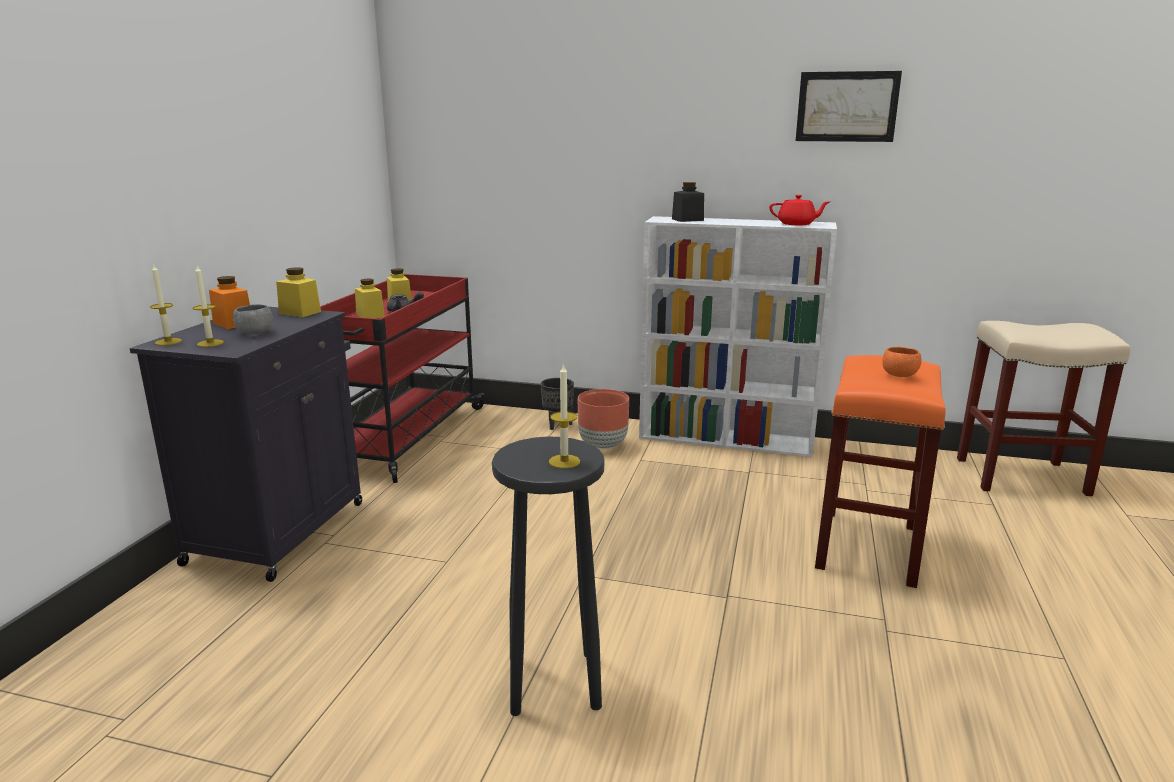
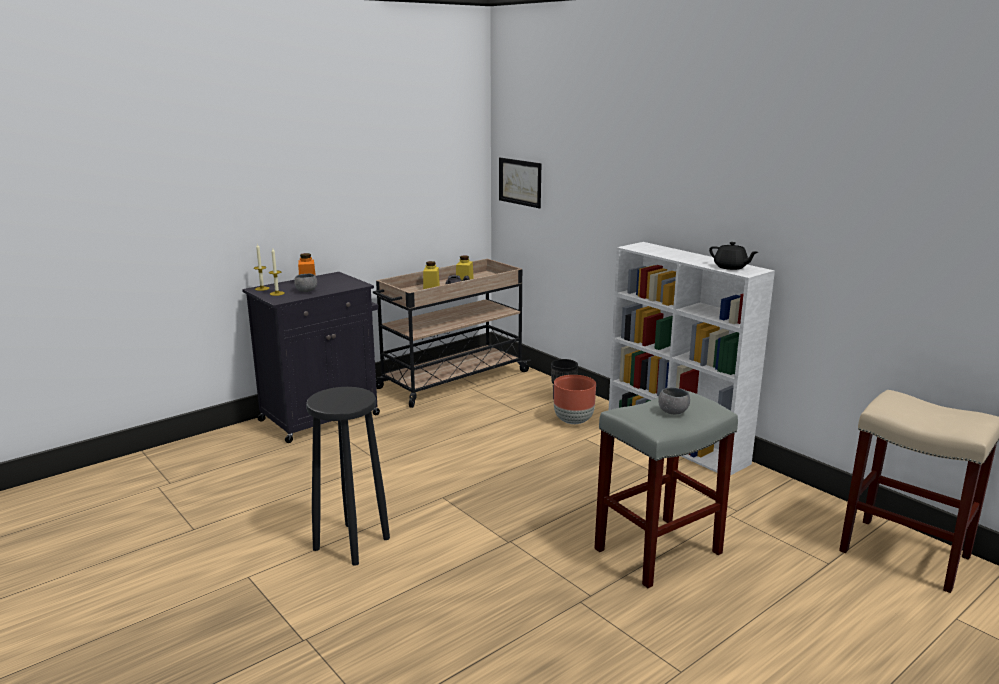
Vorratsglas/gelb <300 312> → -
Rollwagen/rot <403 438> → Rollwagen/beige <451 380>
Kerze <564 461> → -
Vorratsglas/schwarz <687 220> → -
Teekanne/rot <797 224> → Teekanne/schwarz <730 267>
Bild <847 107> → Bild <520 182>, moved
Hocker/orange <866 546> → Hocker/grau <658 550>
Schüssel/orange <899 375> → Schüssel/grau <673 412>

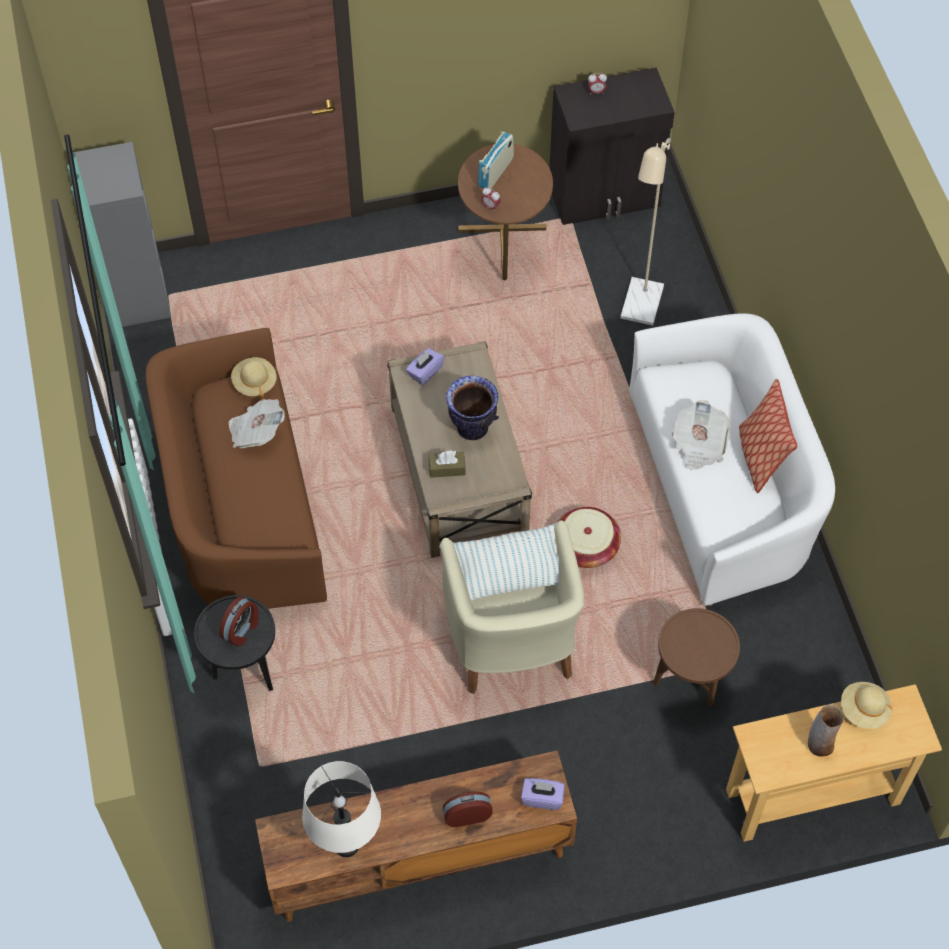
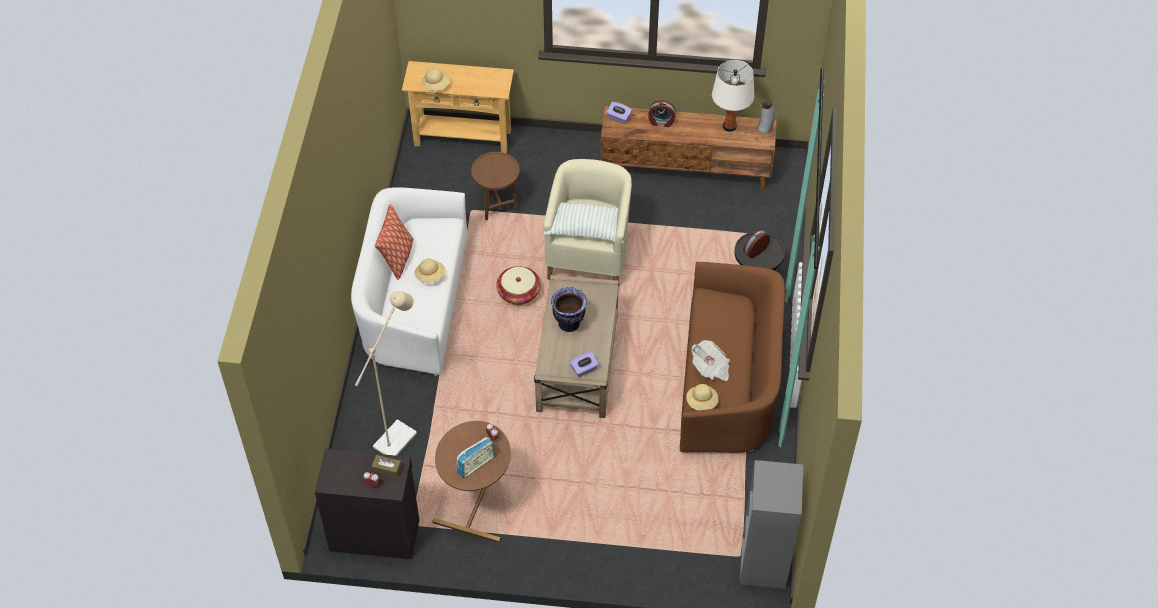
Taschentuchbox/braun <447 468> → Taschentuchbox/braun <387 469>, moved
Zeitung <699 445> → Hut/beige <430 276>
Vase <819 744> → Vase <765 128>, moved

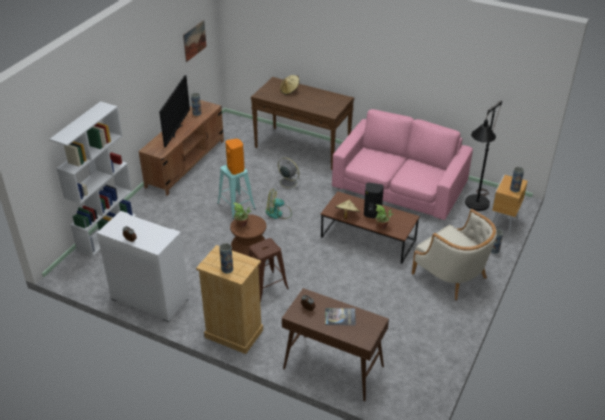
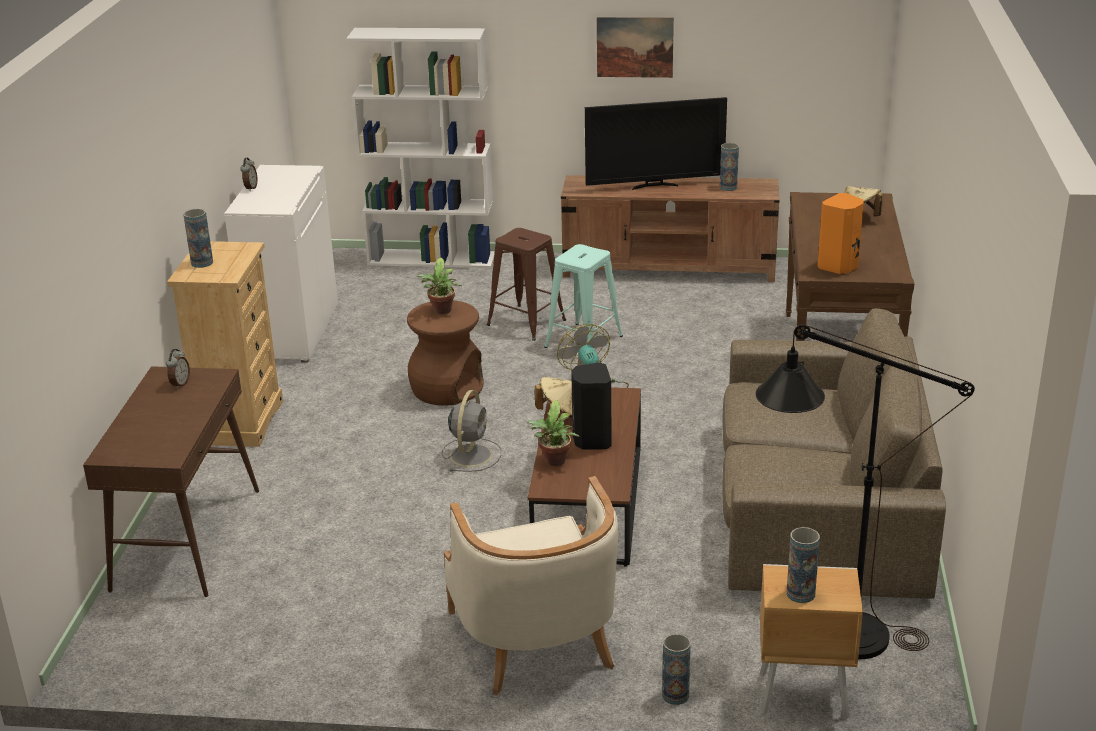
Bild <194 40> → Bild <635 47>, moved
Lautsprecher/orange <236 169> → Lautsprecher/orange <839 267>, moved
Hocker/braun <266 286> → Hocker/braun <526 322>, moved
Ventilator/grau <287 182> → Ventilator/grau <471 454>, moved
Buch <340 317> → -
Sofa/rosa <399 185> → Sofa/braun <818 506>
Sessel/beige <451 275> → Sessel/beige <535 640>, 45 degrees counterclockwise

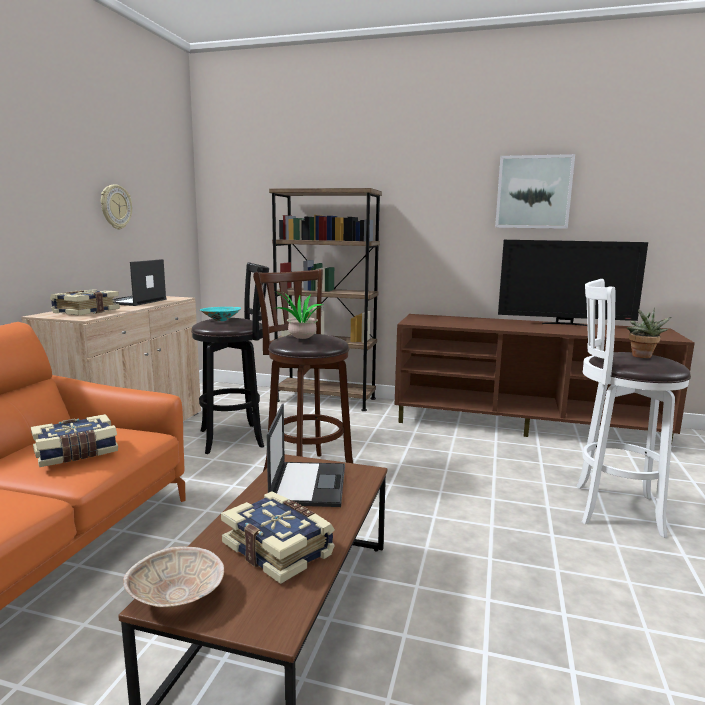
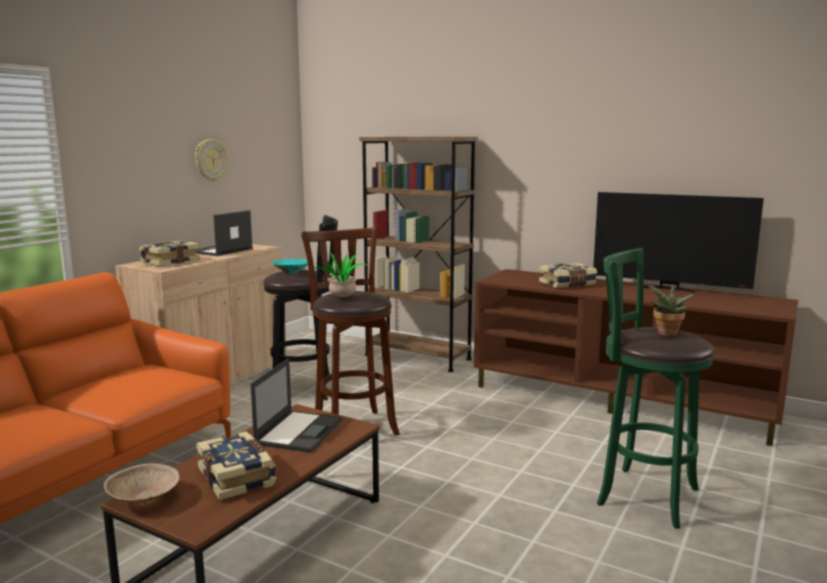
Buch <76 453> → Buch <568 284>, moved
Bild <533 192> → -
Hocker/weiß <611 508> → Hocker/grün <642 495>

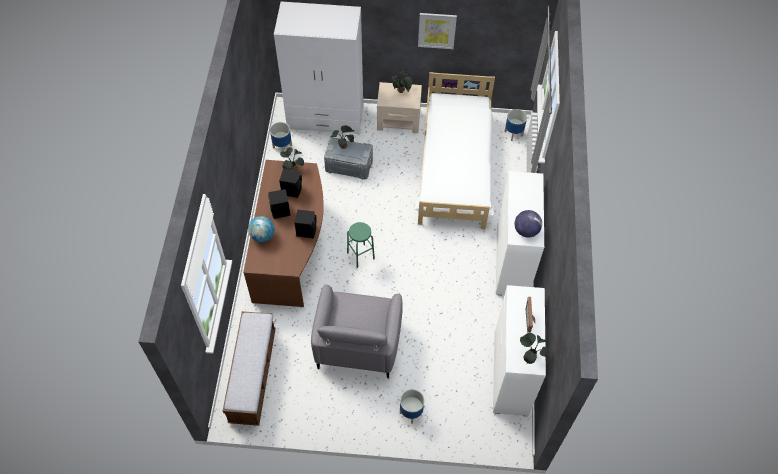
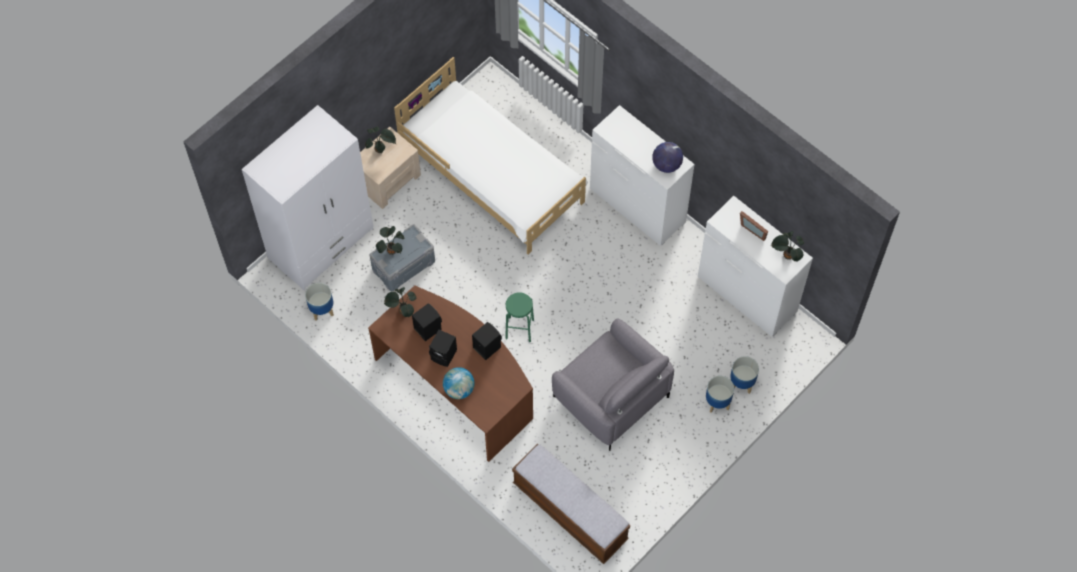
Bild <437 30> → -
Pflanzkübel <513 133> → Pflanzkübel <741 383>, moved

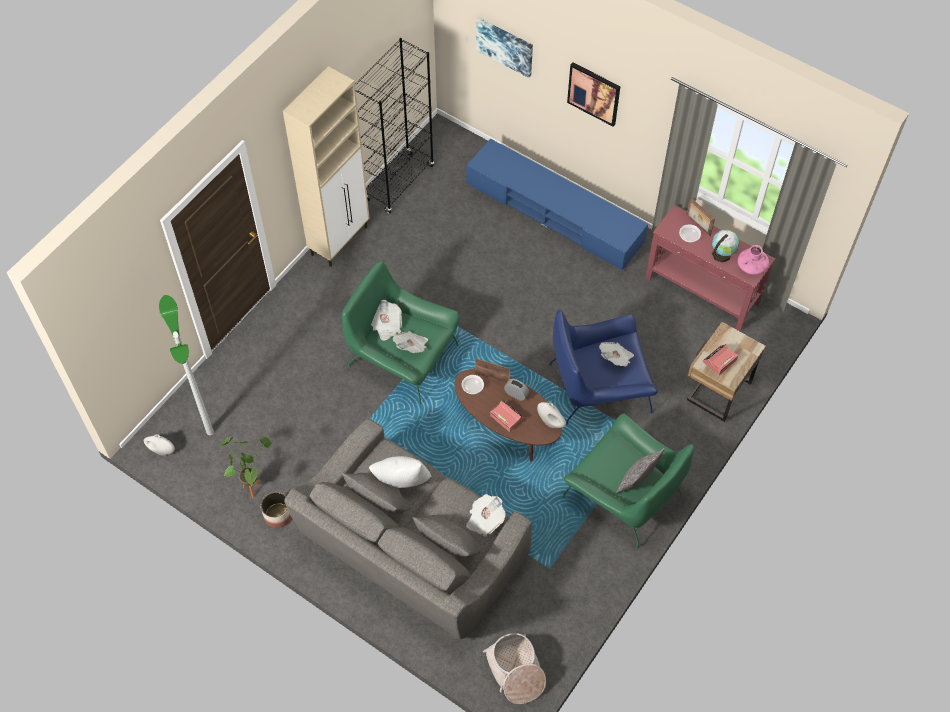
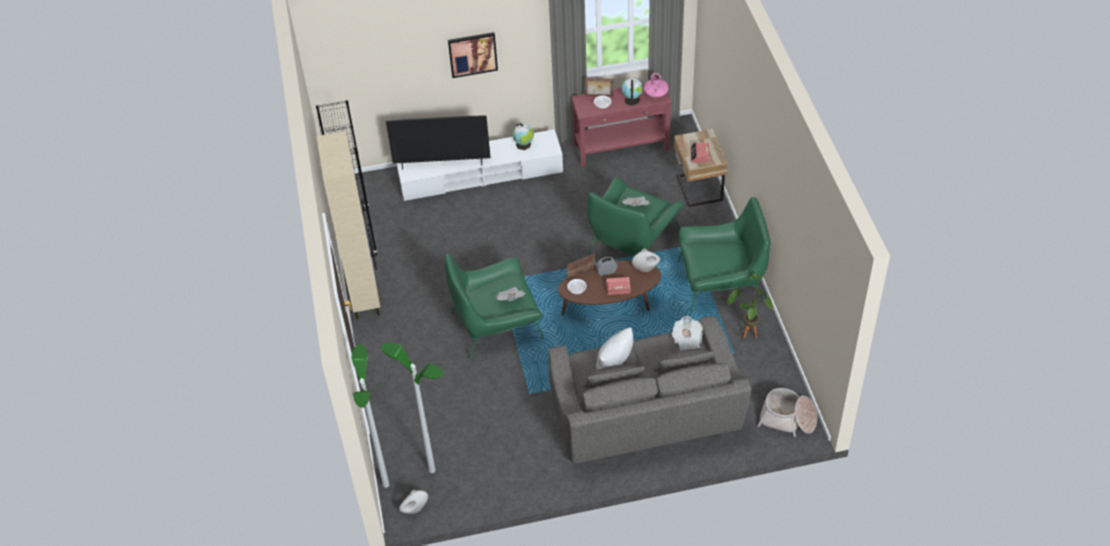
Topfpflanze <252 485> → Topfpflanze <746 332>, moved
Pflanzkübel <277 515> → -
Zeitung <386 325> → -
Fernsehschrank/blau <554 213> → Fernsehschrank/weiß <481 175>
Bild <505 46> → -
Sessel/blau <599 386> → Sessel/grün <632 241>
Kissen <637 481> → -
- → Stehlampe <385 484>
- → Fernseher <442 163>
- → Globus <524 145>

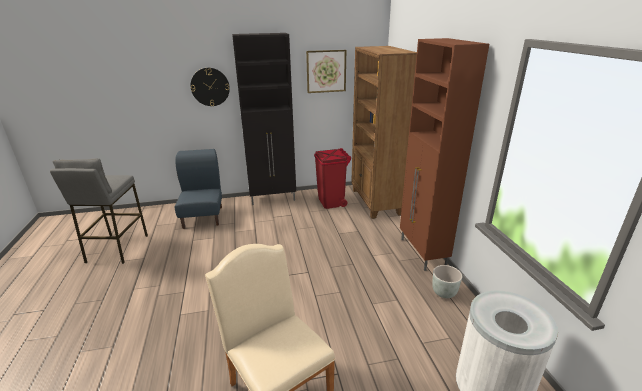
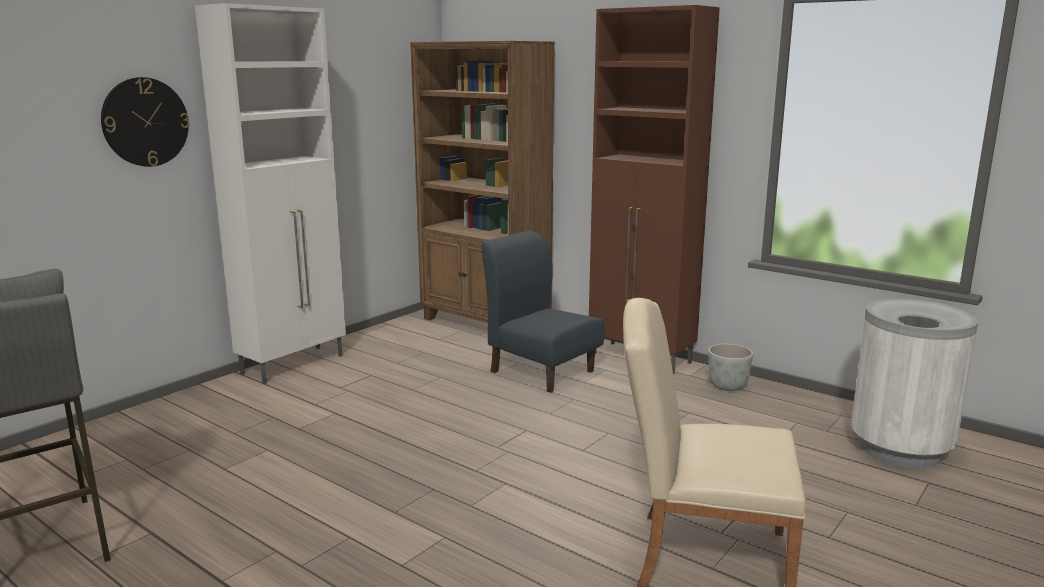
Stuhl/blau <203 217> → Stuhl/blau <541 371>, moved
Schrank/schwarz <273 198> → Schrank/weiß <294 364>
Bild <326 71> → -
Mülleimer/rot <331 201> → -

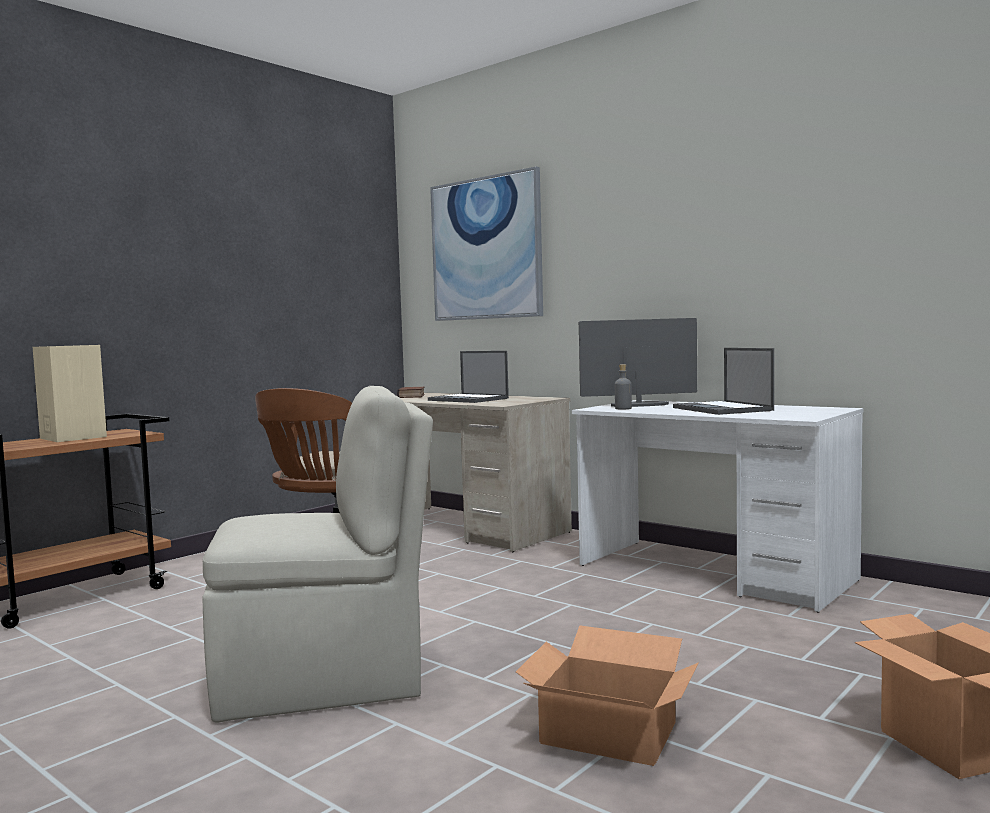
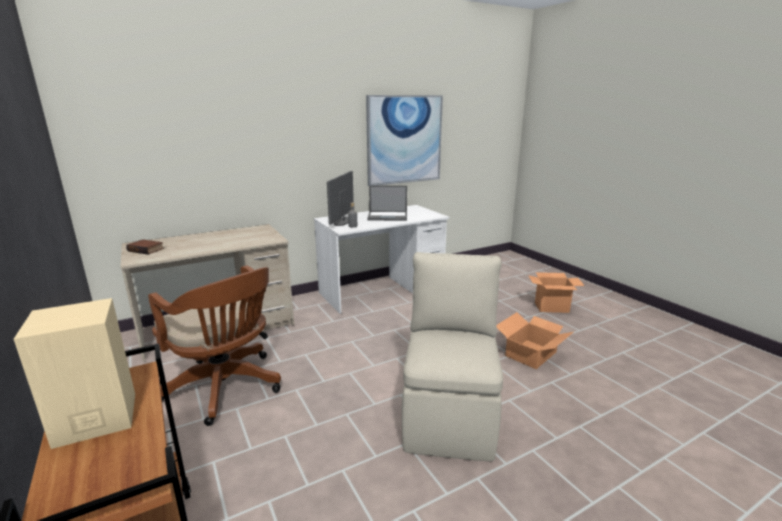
Laptop <469 399> → -
Bild <486 248> → Bild <404 140>, moved

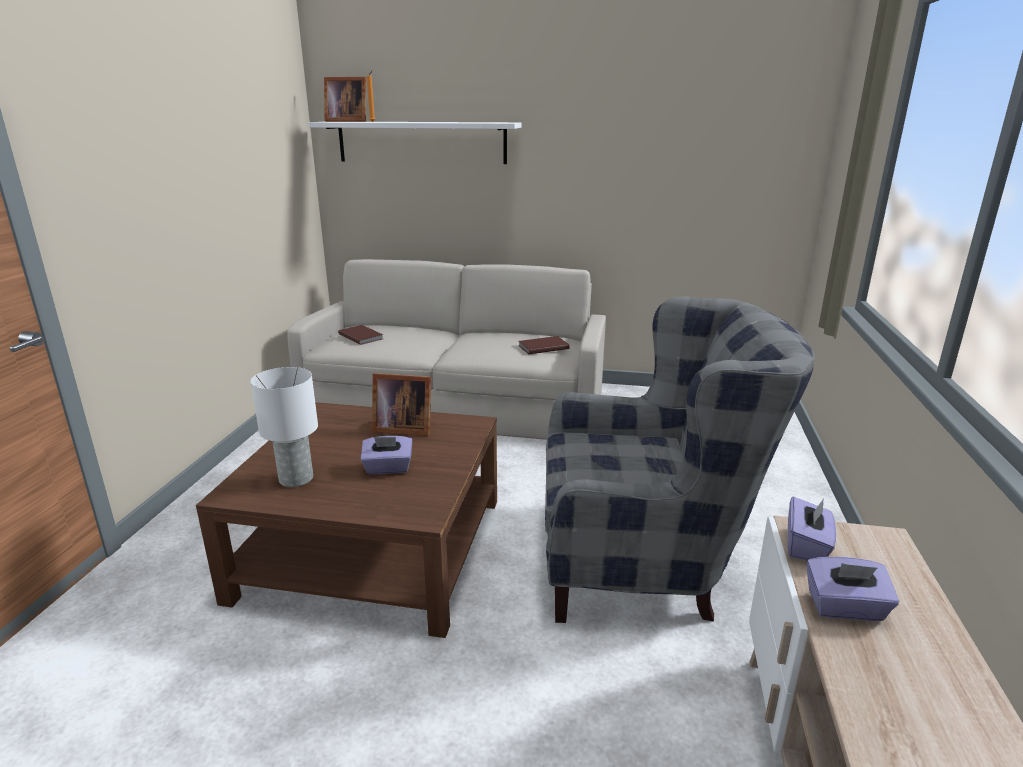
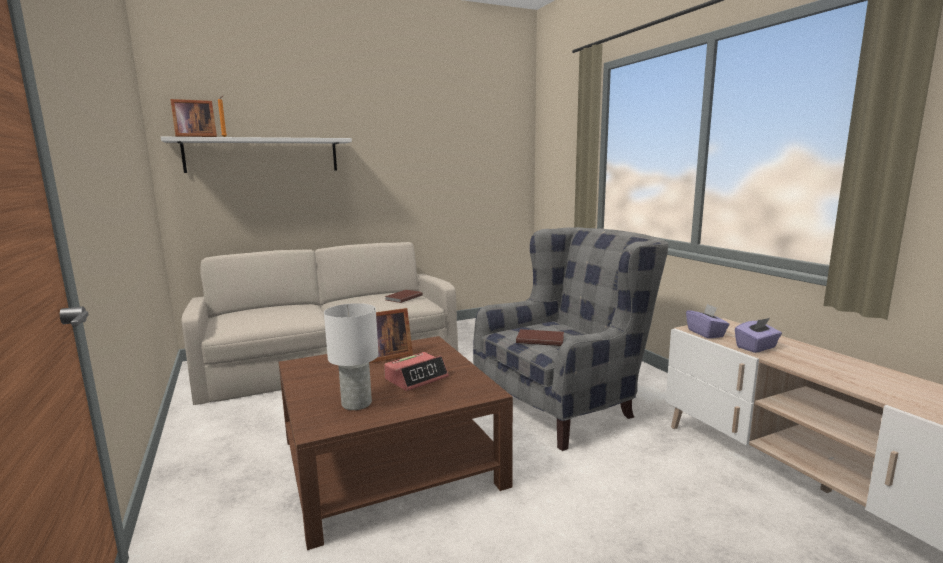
Buch/braun <361 336> → Buch/braun <539 339>, moved
Taschentuchbox/lila <388 468> → Wecker <416 378>

